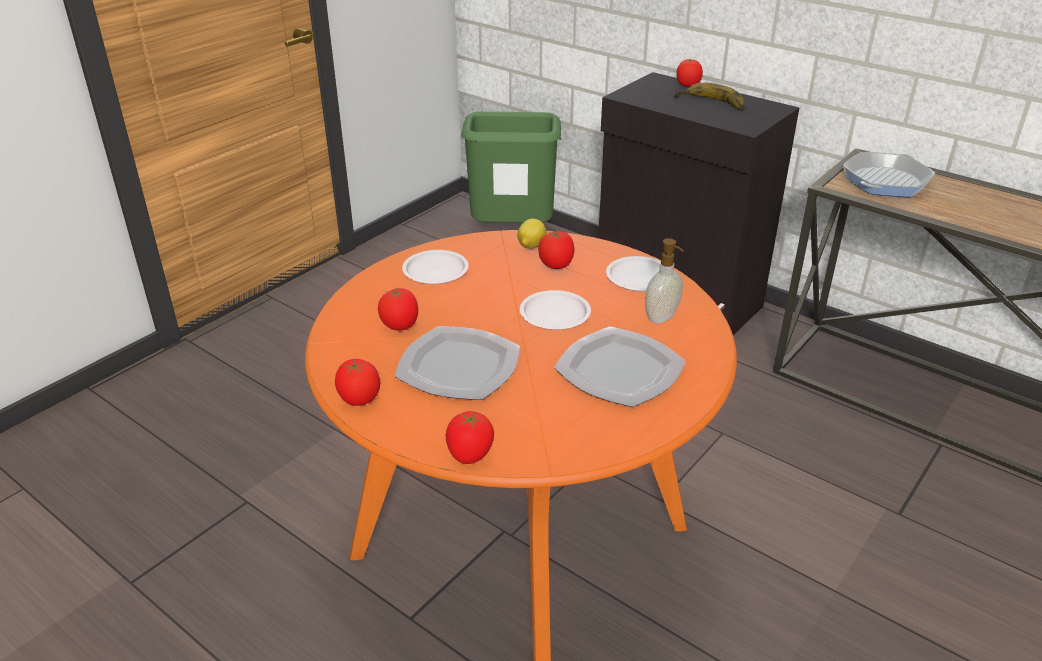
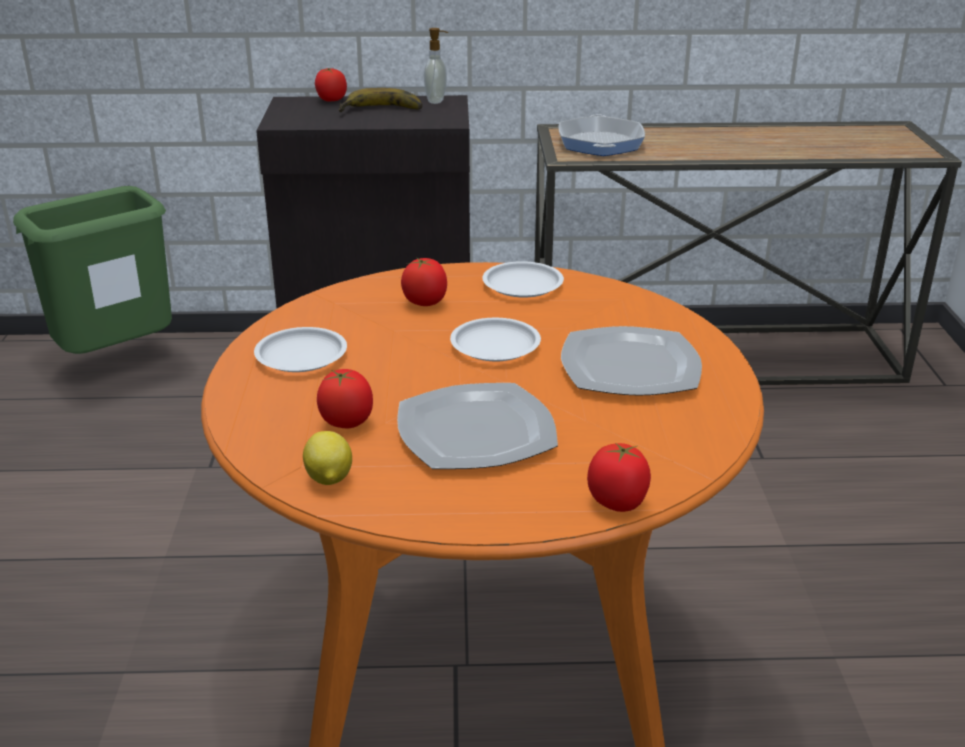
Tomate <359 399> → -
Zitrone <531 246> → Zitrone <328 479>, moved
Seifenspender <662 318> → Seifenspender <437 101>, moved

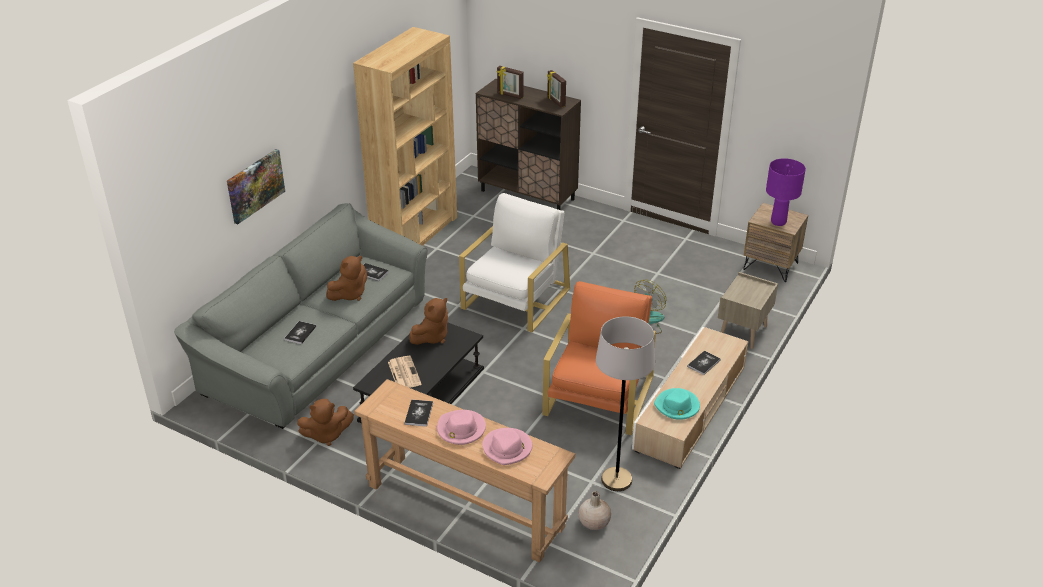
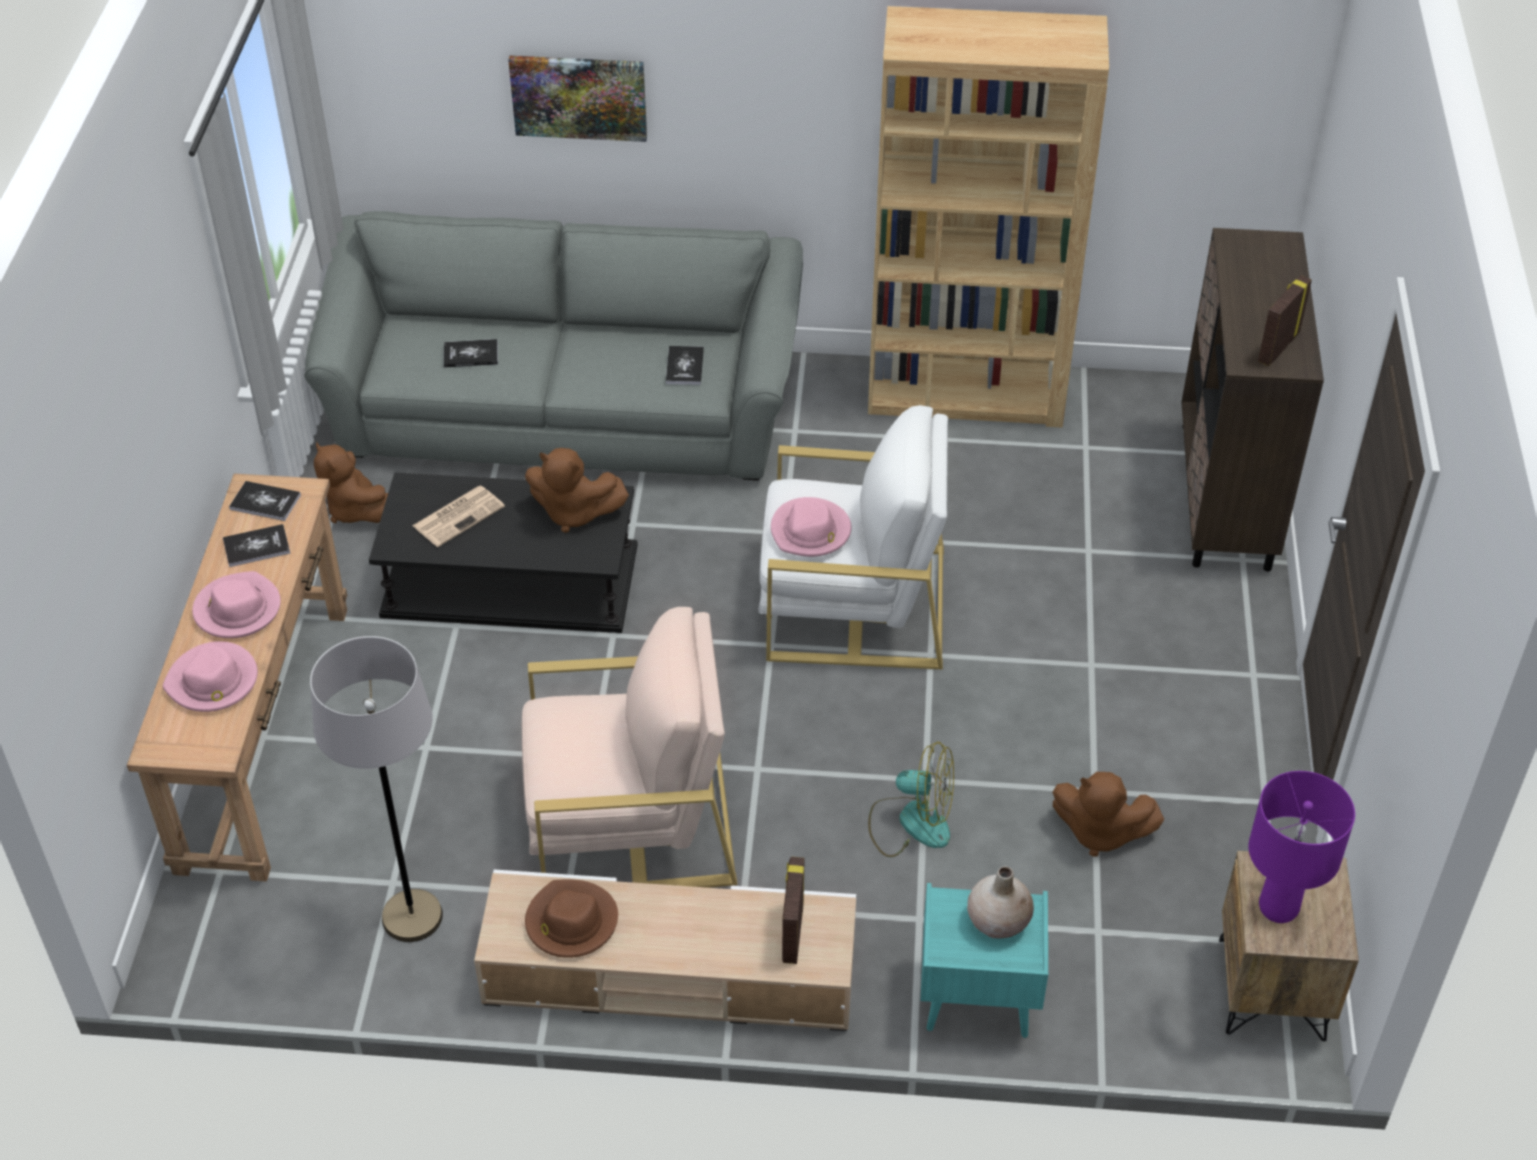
Plüschtier/braun <349 294> → Plüschtier/braun <1099 832>, moved
Bilderrahmen <510 95> → Bilderrahmen <792 932>, moved
Sessel/orange <598 396> → Sessel/beige <631 819>
Vase/beige <594 522> → Vase/beige <998 920>, moved
Hut/türkis <677 406> → Hut/braun <571 922>
Buch <703 363> → Buch <265 502>, moved
Nachttisch/beige <743 332> → Nachttisch/türkis <976 999>
- → Hut/rosa <811 531>

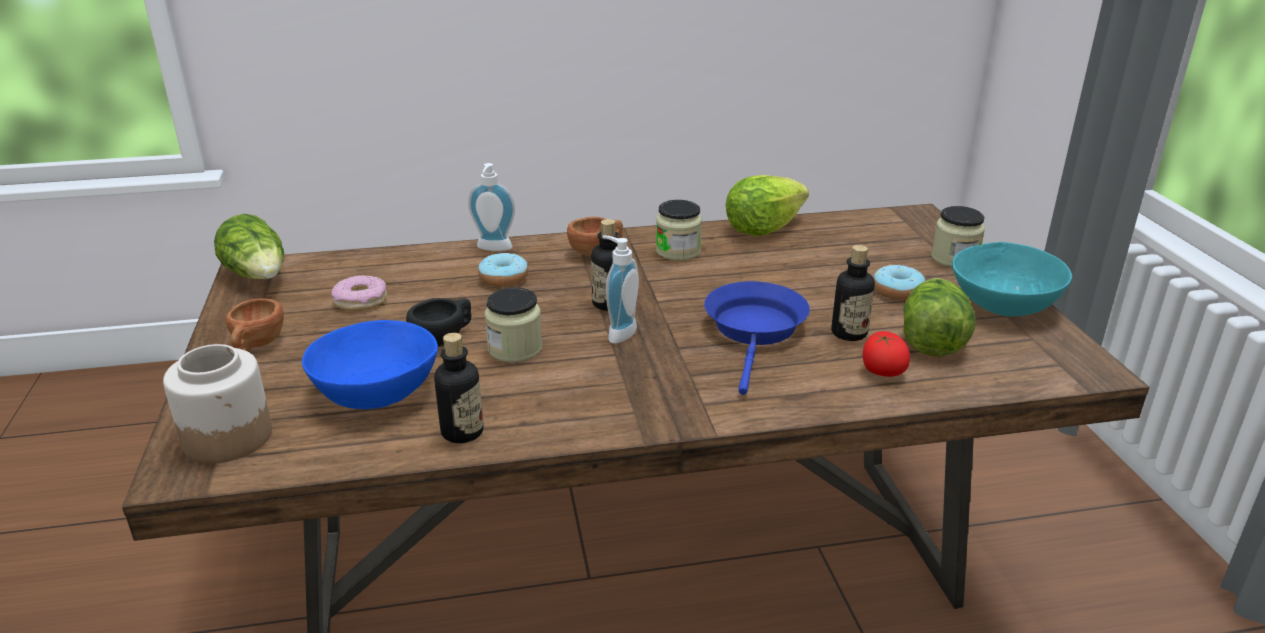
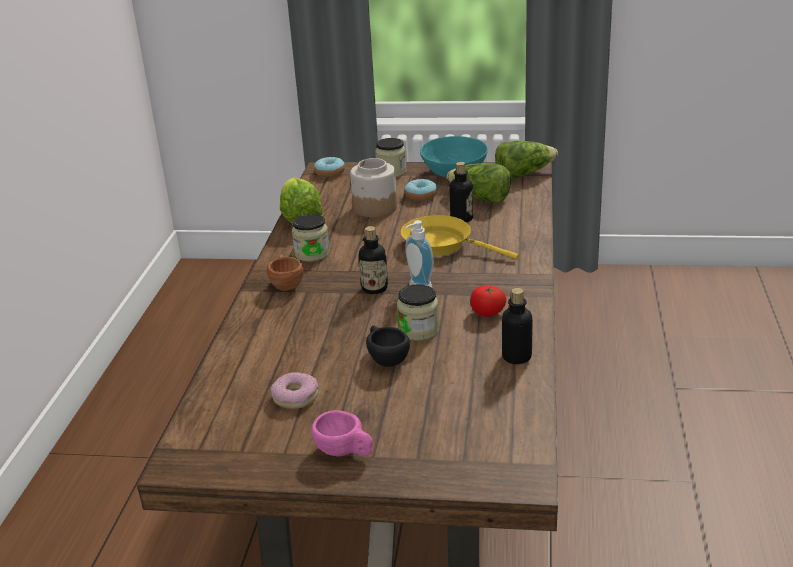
Vorratsglas <228 437> → Vorratsglas <374 208>, moved
Salatkopf <259 276> → Salatkopf <523 174>, moved
Tasse/braun <256 346> → Tasse/rosa <345 451>
Schüssel/blau <375 391> → -
Seifenspender <493 249> → -
Donut <504 278> → Donut <330 172>, moved
Pfanne/blau <755 330> → Pfanne/gelb <442 245>
Tomate <882 372> → Tomate <487 313>, moved

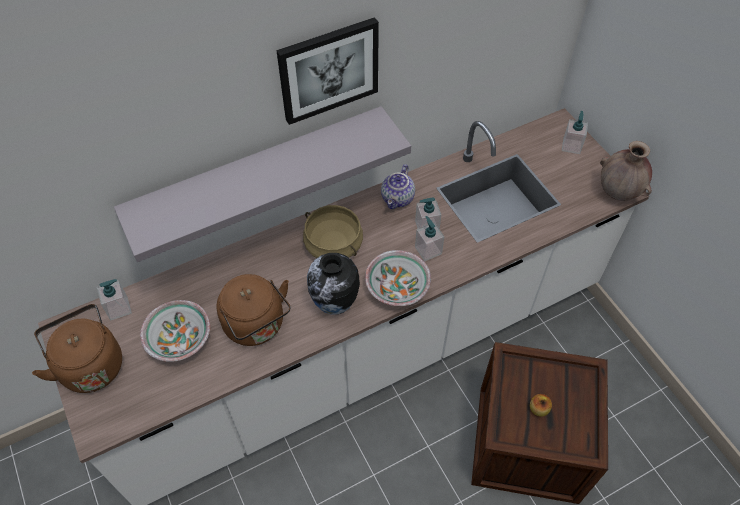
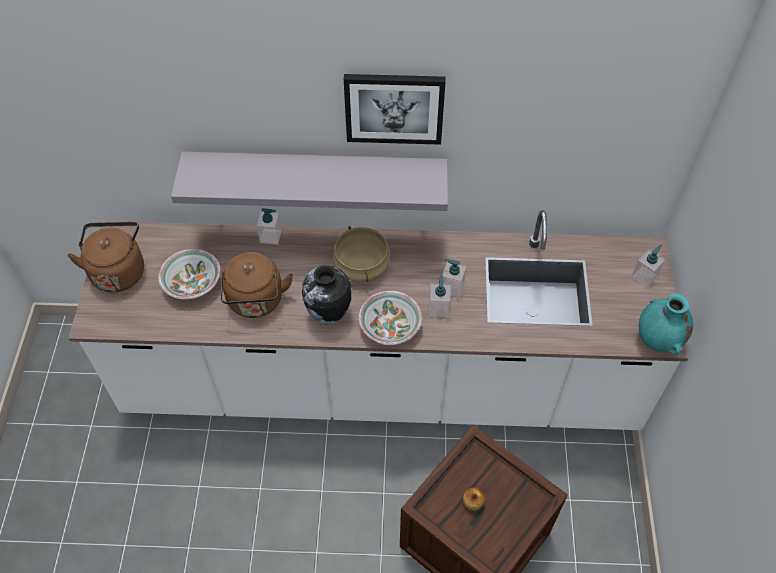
Seifenspender <119 308> → Seifenspender <271 236>, moved
Teekanne <398 199> → -
Vase/braun <618 193> → Vase/türkis <657 341>

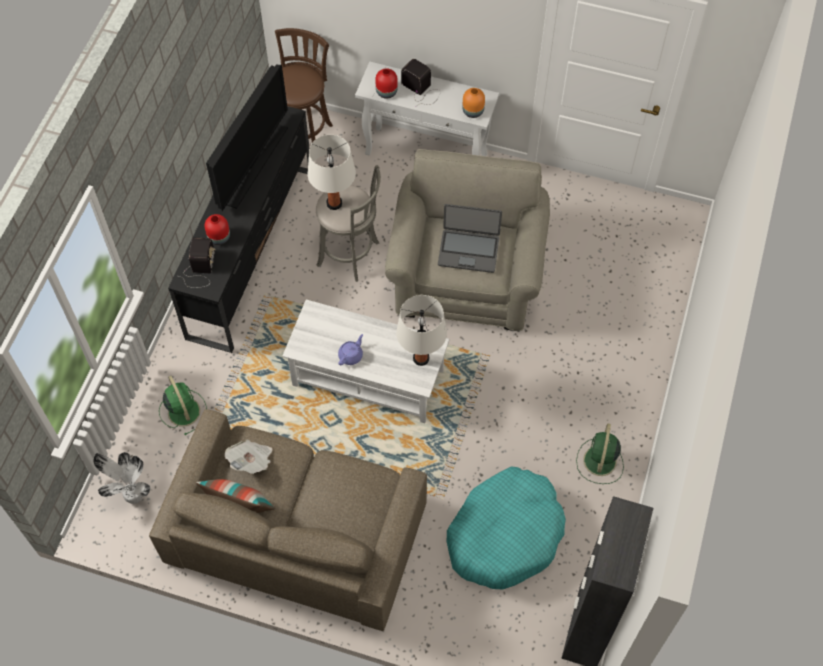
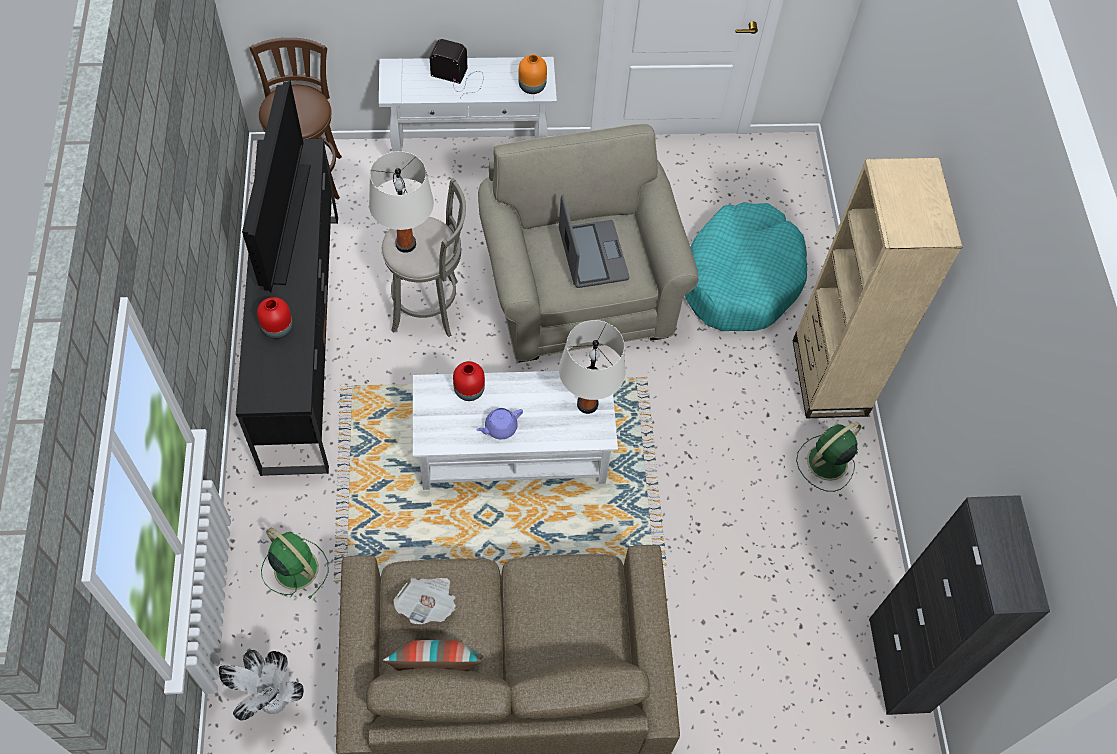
Radio <199 270> → -
Teekanne/lila <351 355> → Teekanne/lila <500 428>, 135 degrees counterclockwise
Vase/rot <386 91> → Vase/rot <469 389>, moved
Laptop <468 250> → Laptop <592 255>, 90 degrees counterclockwise
Hundebett/türkis <505 534> → Hundebett/türkis <741 278>, moved
Ventilator/grün <599 462> → Ventilator/grün <825 463>, 60 degrees clockwise
- → Bücherregal/beige <829 378>

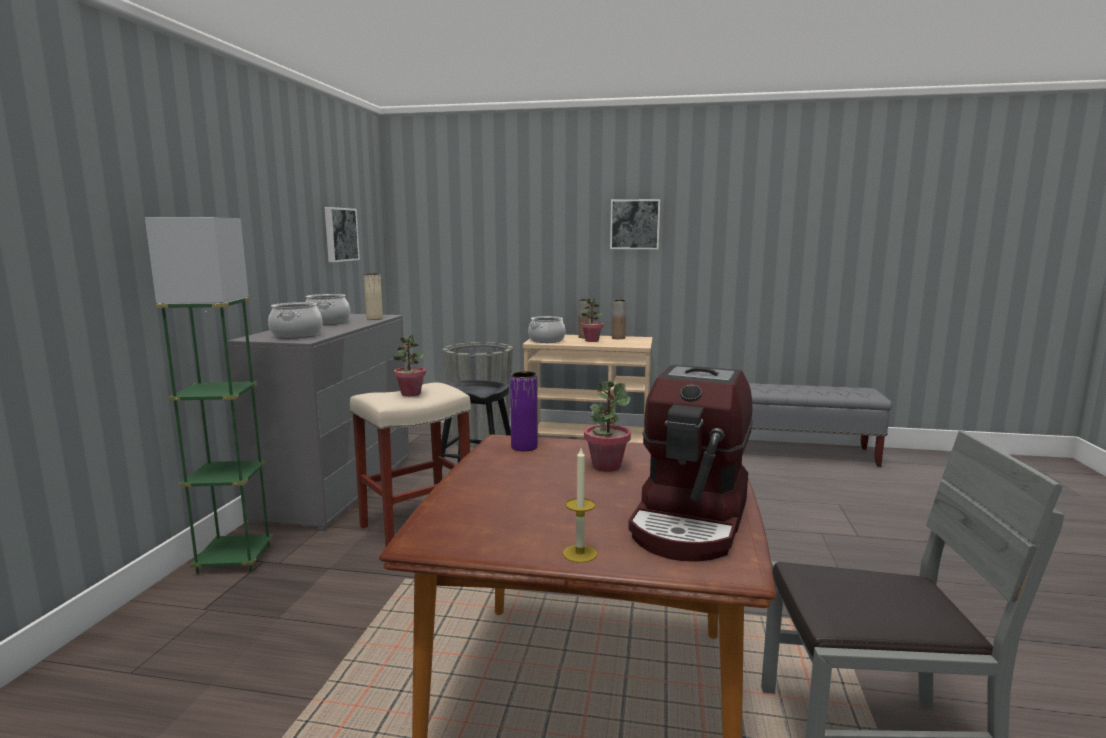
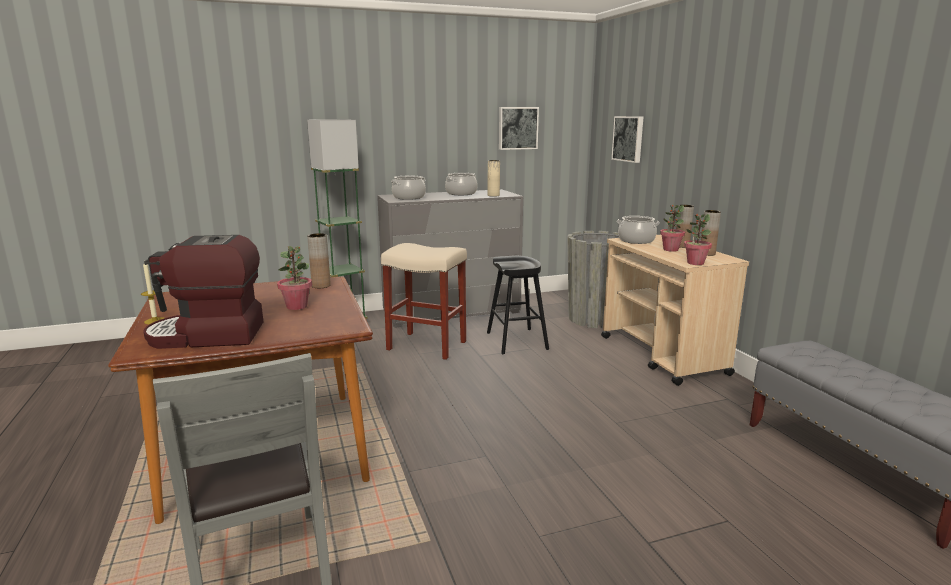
Topfpflanze <410 394> → Topfpflanze <695 263>, moved
Vase/lila <524 447> → Vase/braun <321 286>
Bild <635 224> → Bild <628 138>, moved

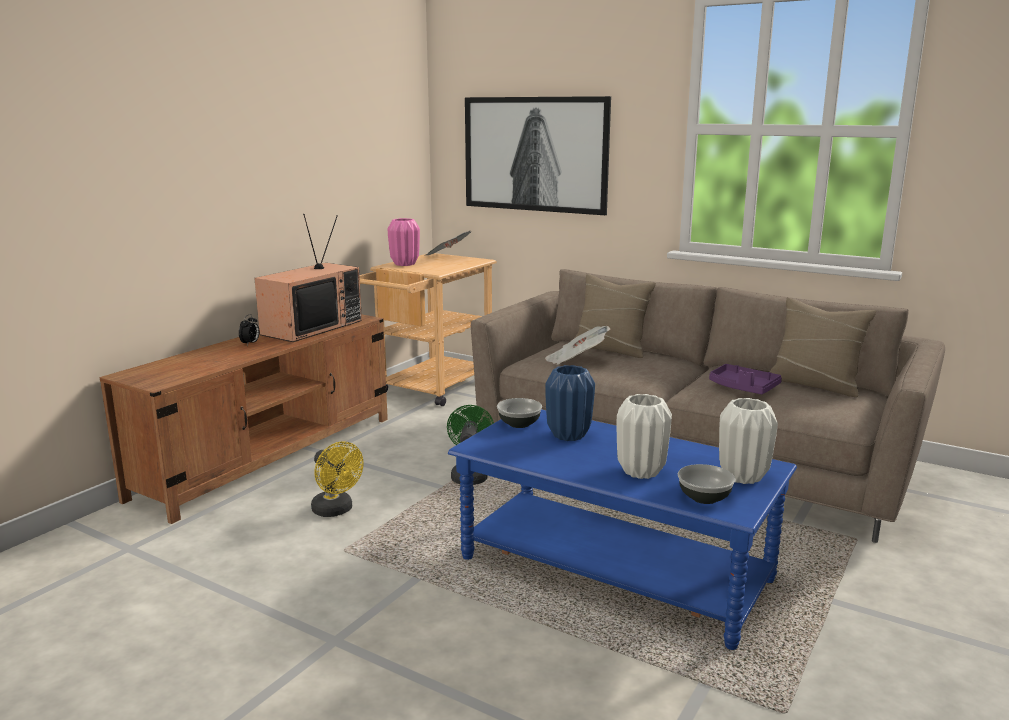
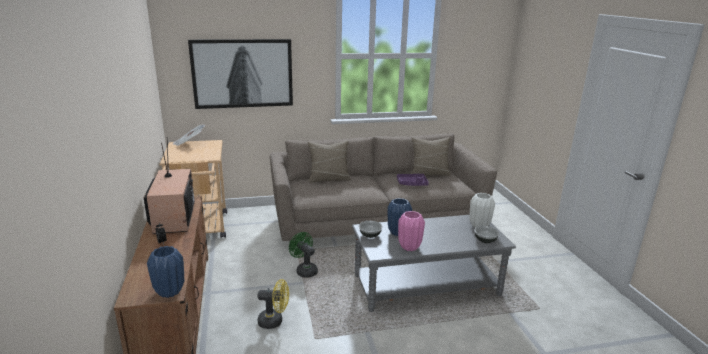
Vase/rosa <405 264> → Vase/rosa <409 247>, moved
Couchtisch/blau <614 570> → Couchtisch/grau <426 286>
Zeitung <576 361> → -
Vase/weiß <641 472> → -
- → Vase/blau <169 291>

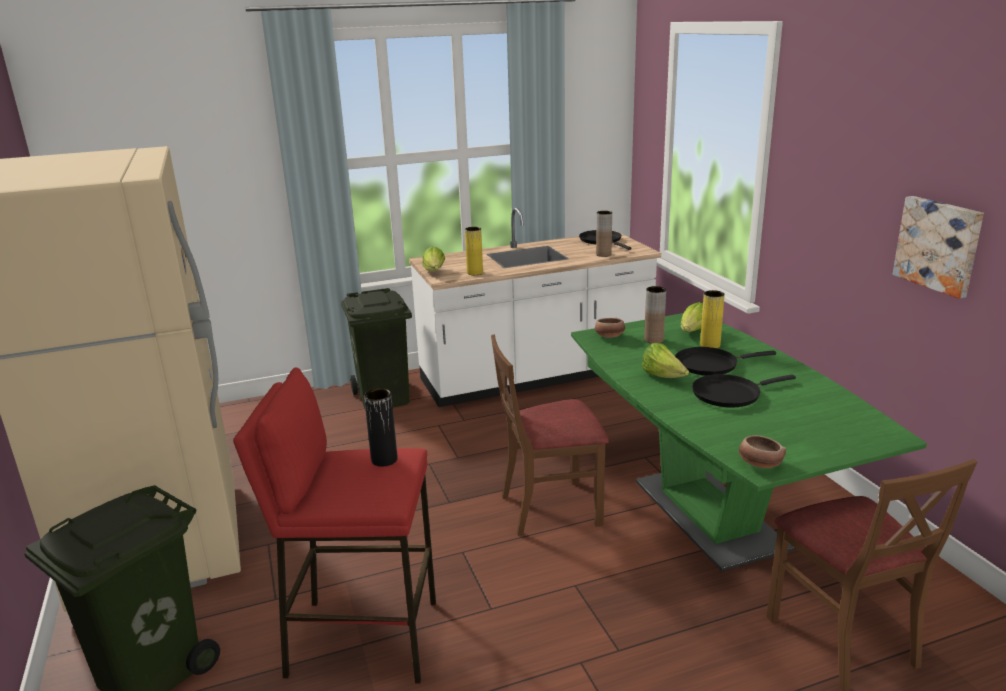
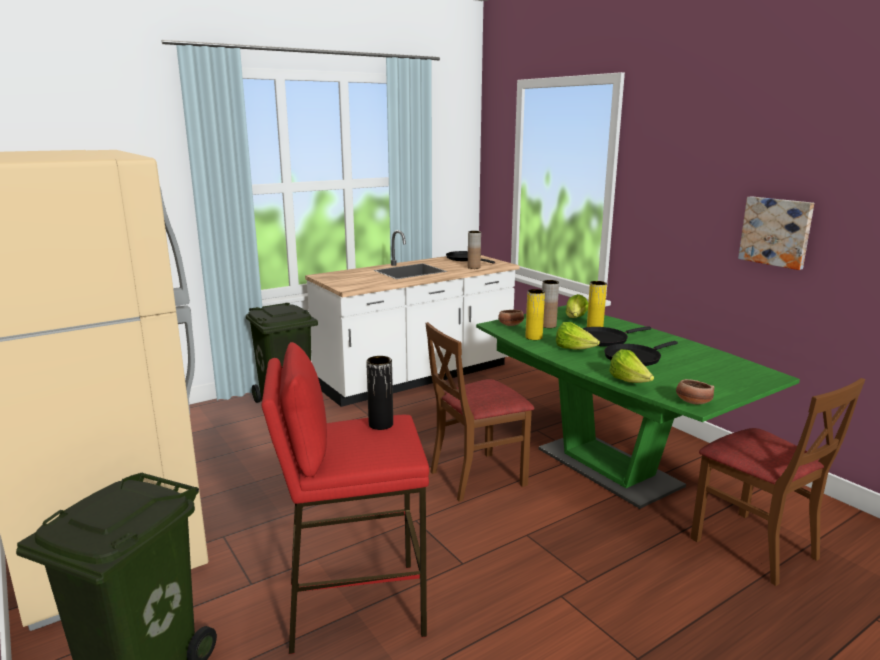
Salatkopf <434 272> → Salatkopf <629 382>, moved
Vase/gelb <475 273> → Vase/gelb <533 337>, moved

